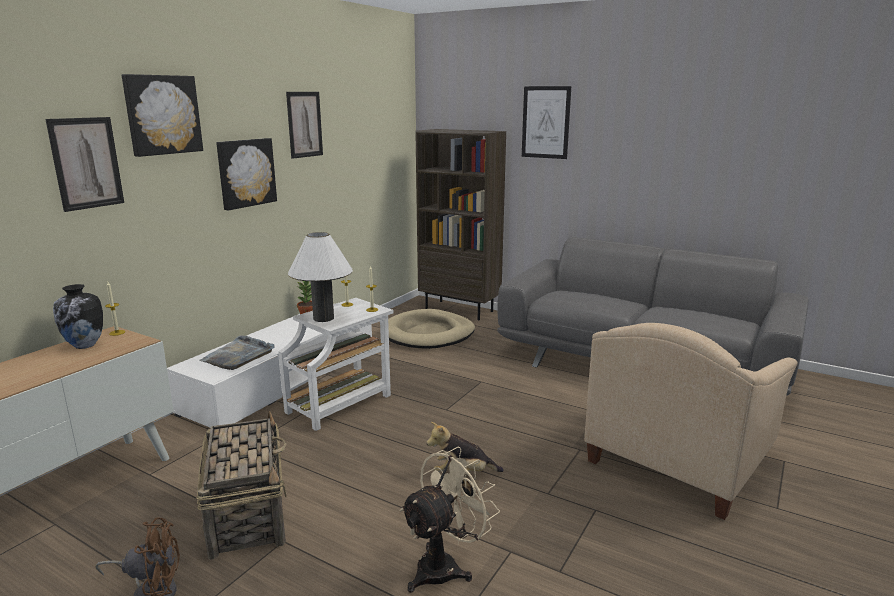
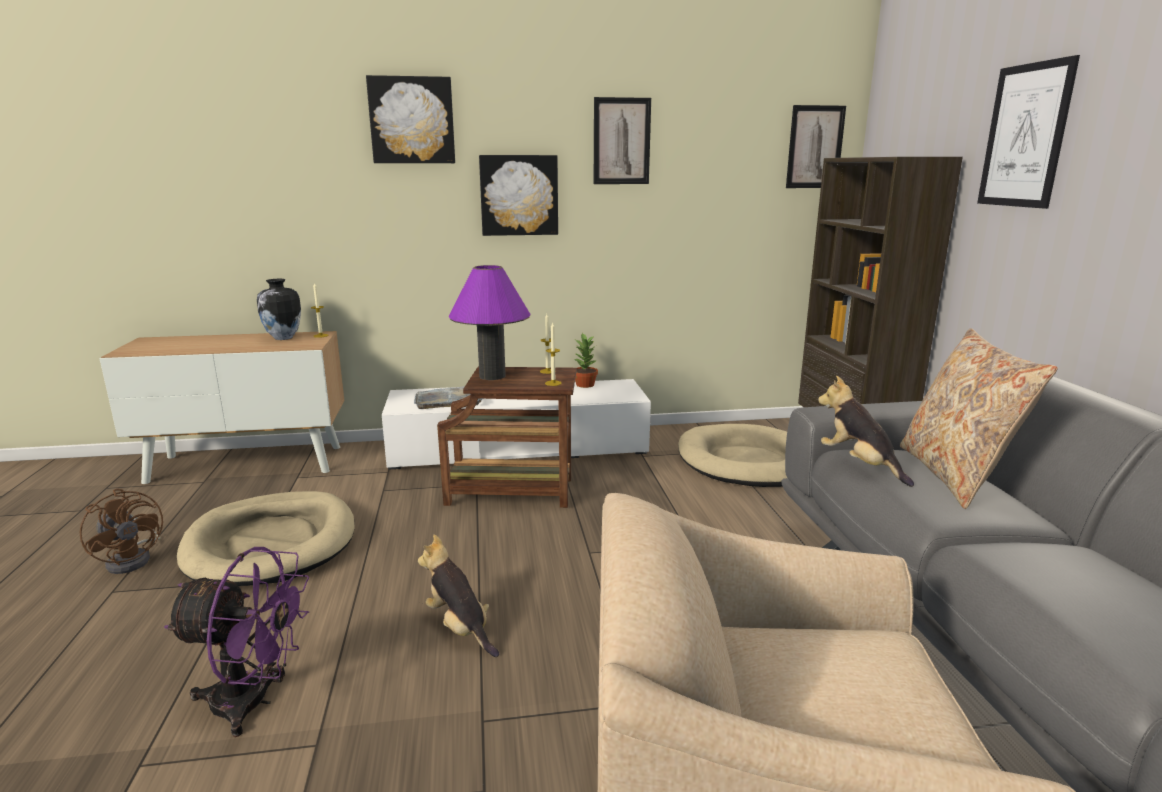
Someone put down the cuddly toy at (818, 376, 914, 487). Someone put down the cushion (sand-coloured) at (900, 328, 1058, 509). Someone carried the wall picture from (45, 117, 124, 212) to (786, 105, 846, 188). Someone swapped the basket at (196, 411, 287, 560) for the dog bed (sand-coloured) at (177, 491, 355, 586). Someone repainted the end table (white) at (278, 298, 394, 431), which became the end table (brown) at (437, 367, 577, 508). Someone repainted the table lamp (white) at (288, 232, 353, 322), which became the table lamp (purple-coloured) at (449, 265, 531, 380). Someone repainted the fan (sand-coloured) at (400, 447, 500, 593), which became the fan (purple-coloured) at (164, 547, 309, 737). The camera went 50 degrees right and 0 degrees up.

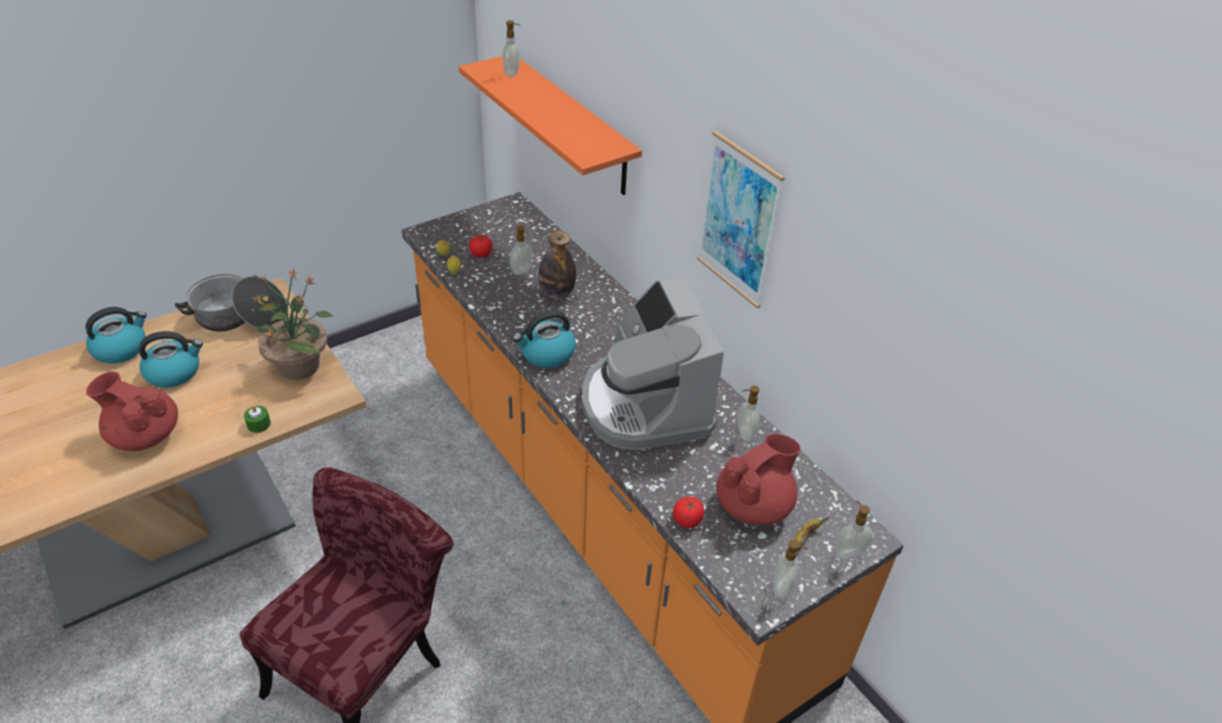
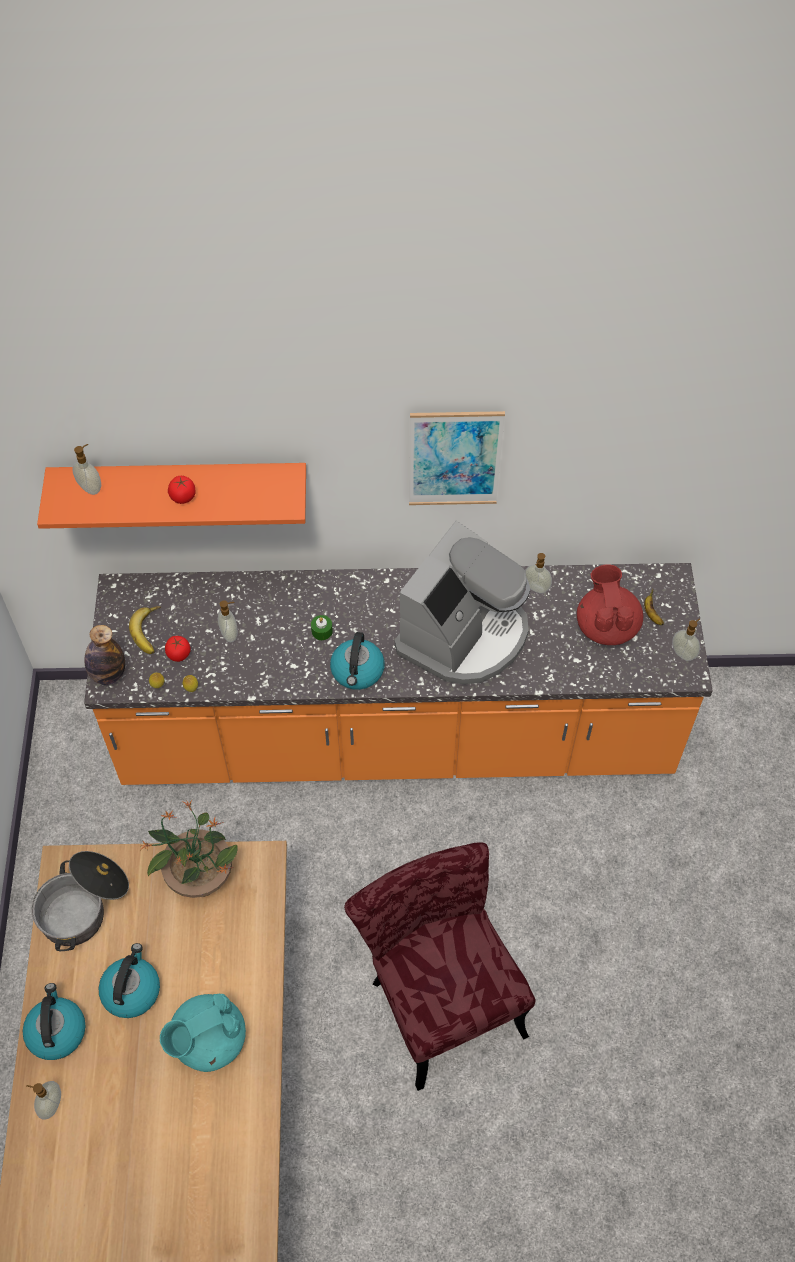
Someone put down the whole banana at (129, 606, 161, 654). Someone carried the wax candle (green-coloured) from (244, 405, 271, 433) to (311, 615, 333, 640). Someone carried the drink bottle from (538, 230, 576, 299) to (84, 625, 125, 685). Someone carried the whole tomato from (673, 497, 704, 528) to (168, 476, 196, 504). Someone carried the liquid soap bottle from (835, 501, 873, 559) to (26, 1081, 61, 1120). Someone repainted the teapot (reddish) at (86, 372, 178, 451), which became the teapot (turquoise-coloured) at (160, 994, 246, 1072). Someone rotated the coffee machine at (582, 279, 724, 450) by 75 degrees counterclockwise. The camera went 55 degrees left and 15 degrees up.

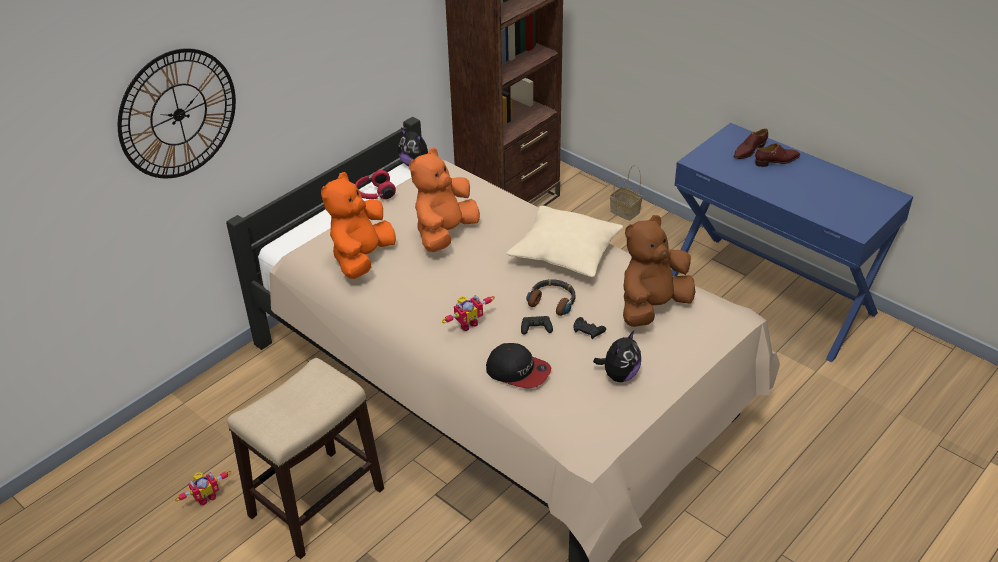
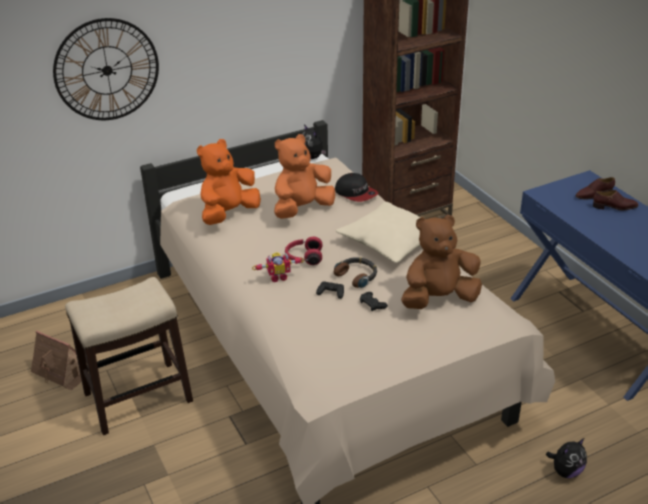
Someone took away the basket at (610, 165, 642, 221). Someone carried the headphones (reddish) from (355, 170, 396, 199) to (285, 237, 323, 265). Someone carried the baseball cap from (486, 343, 551, 389) to (335, 173, 378, 202). Someone carried the cuddly toy from (593, 331, 641, 382) to (546, 438, 587, 478). Someone swapped the robot figure at (175, 471, 232, 505) for the miniature house at (31, 331, 89, 390). The camera went 20 degrees right and 5 degrees down.

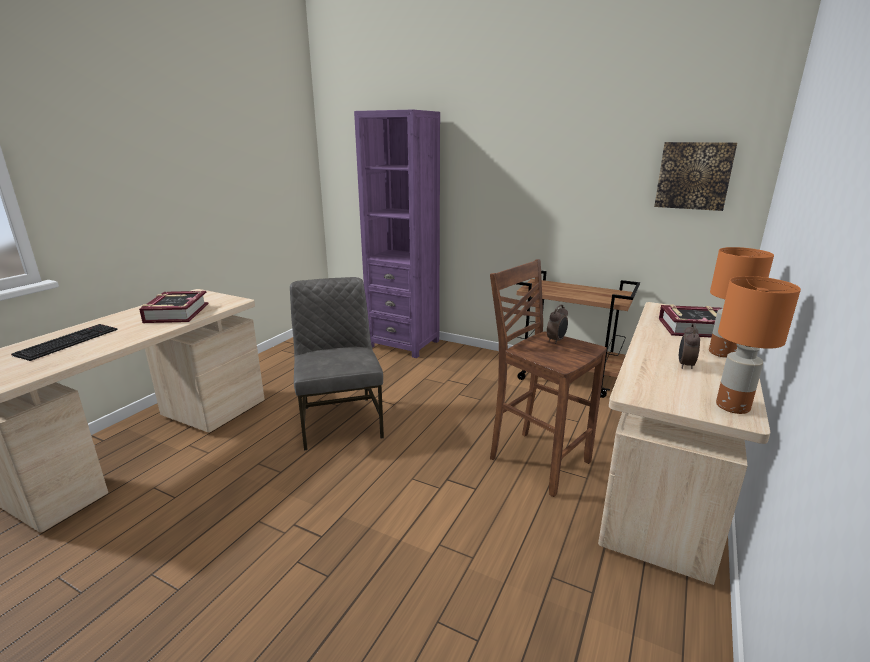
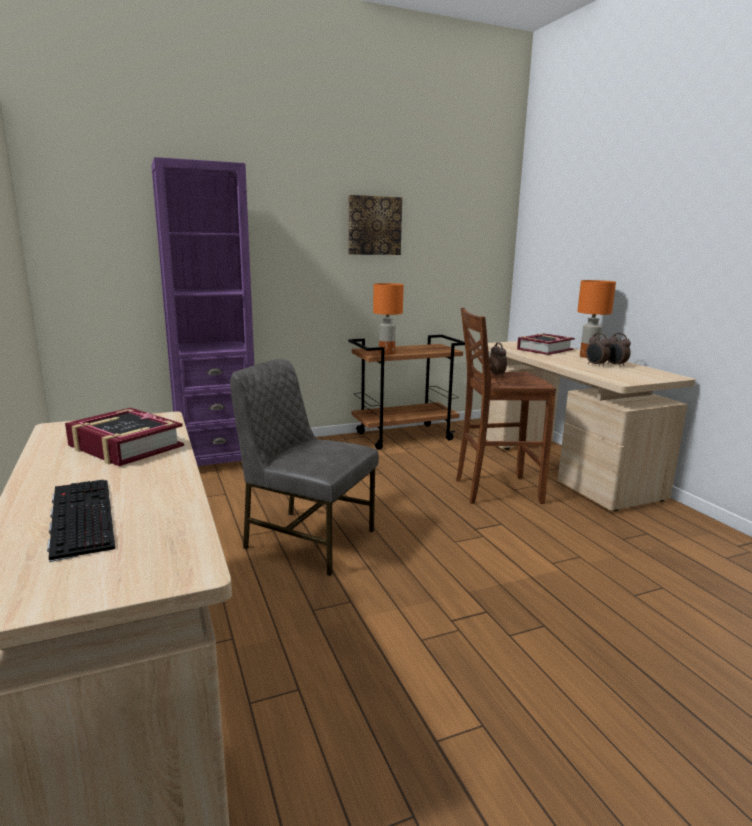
Someone put down the bedside clock at (608, 333, 631, 367). Someone carried the wall picture from (654, 142, 737, 211) to (348, 195, 402, 255). Someone carried the table lamp (orange-coloured) from (716, 276, 801, 414) to (373, 283, 404, 355). The camera went 50 degrees left and 5 degrees down.

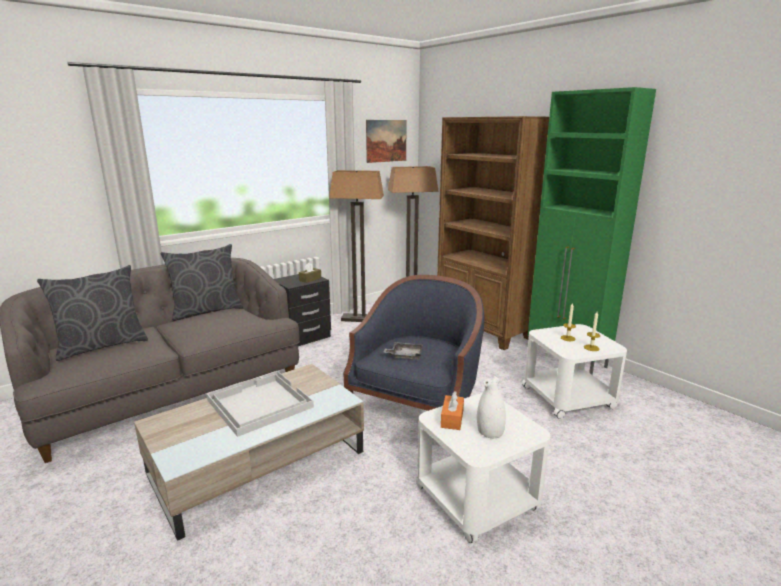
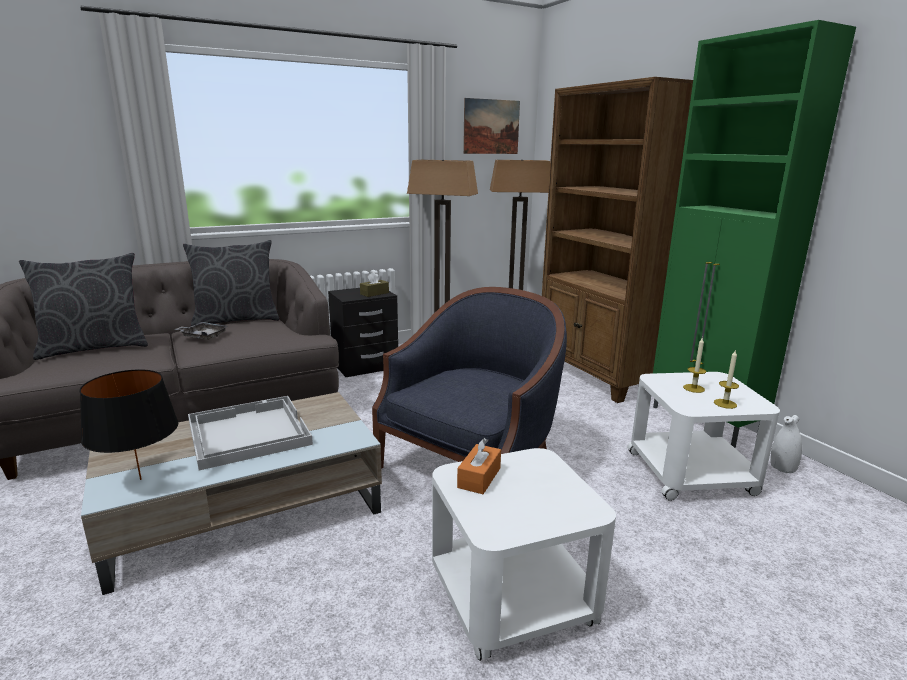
Someone put down the table lamp (black) at (80, 369, 178, 480). Someone carried the carrying tray (grey) from (384, 342, 423, 360) to (175, 322, 228, 340). Someone carried the decorative vase (white) from (477, 376, 506, 438) to (771, 415, 802, 473). The camera went 10 degrees right and 0 degrees up.

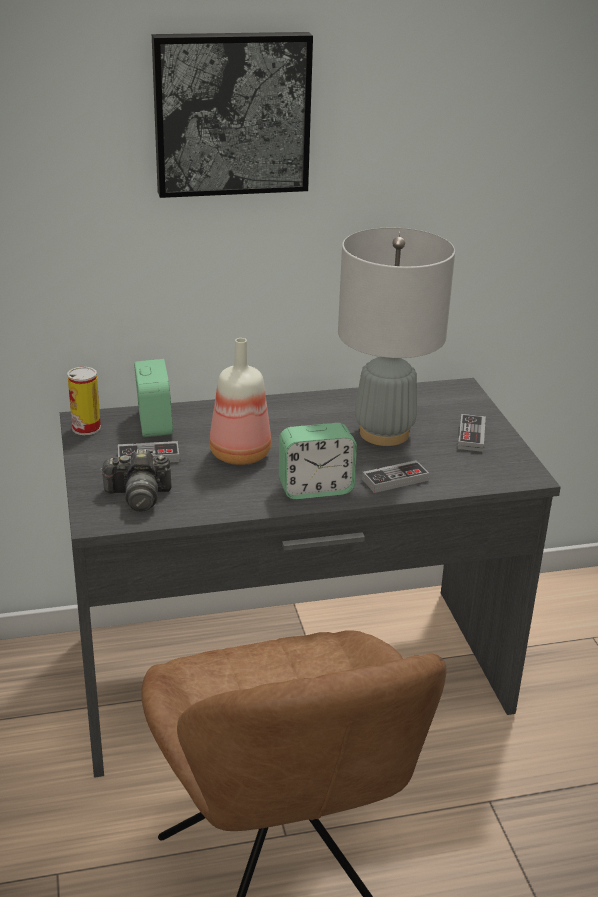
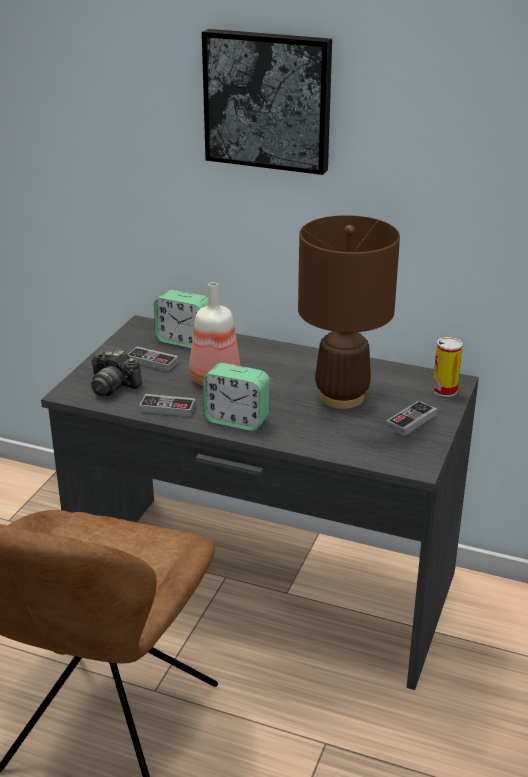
Someone carried the can from (67, 367, 101, 435) to (432, 337, 463, 397). Someone carried the joypad from (362, 460, 429, 493) to (139, 394, 196, 417). Someone repainted the table lamp (grey) at (338, 228, 455, 446), which became the table lamp (brown) at (298, 215, 400, 409). Someone rotated the bedside clock at (134, 359, 173, 437) by 90 degrees clockwise. The camera went 35 degrees right and 0 degrees up.

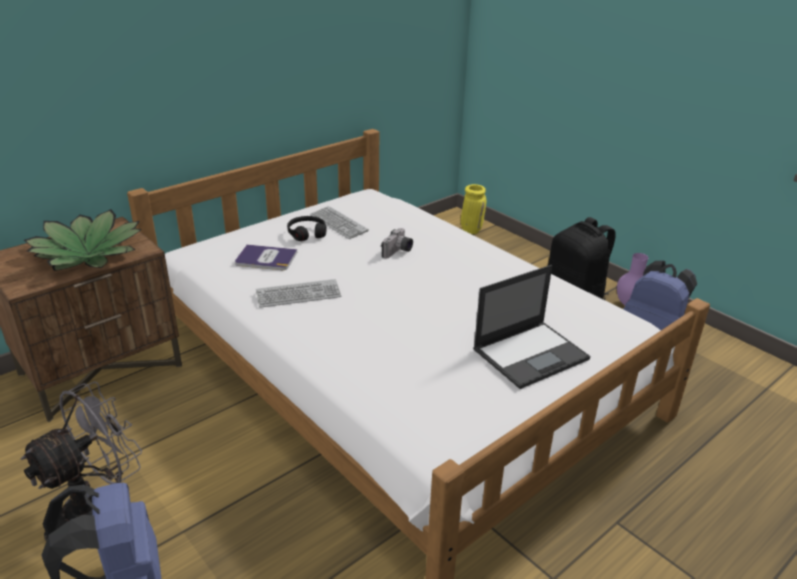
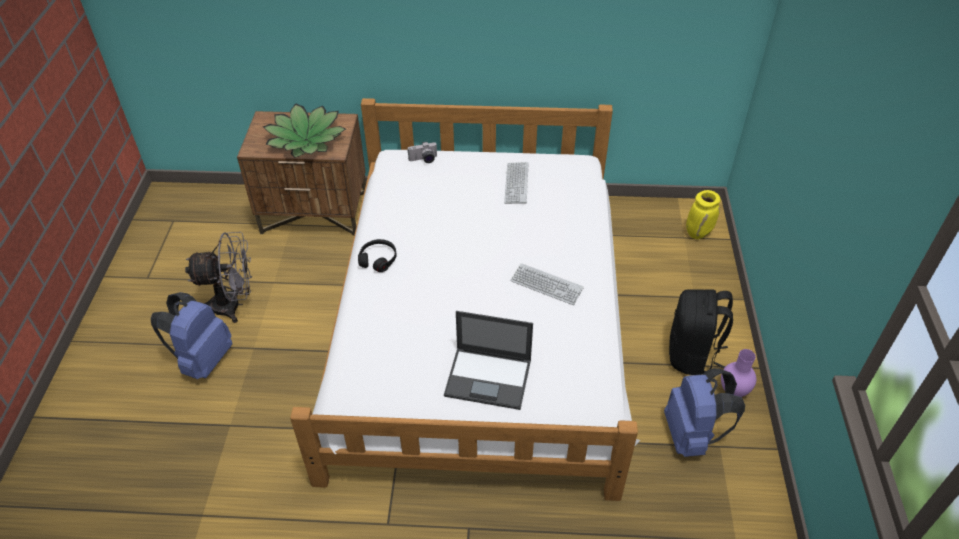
Someone took away the volume at (235, 245, 297, 270). Someone carried the computer keyboard from (256, 279, 341, 308) to (510, 263, 584, 305). Someone carried the headphones (black) from (287, 216, 327, 241) to (358, 239, 397, 272). Someone carried the still camera from (381, 228, 413, 259) to (408, 142, 437, 163). The camera went 45 degrees right and 15 degrees up.

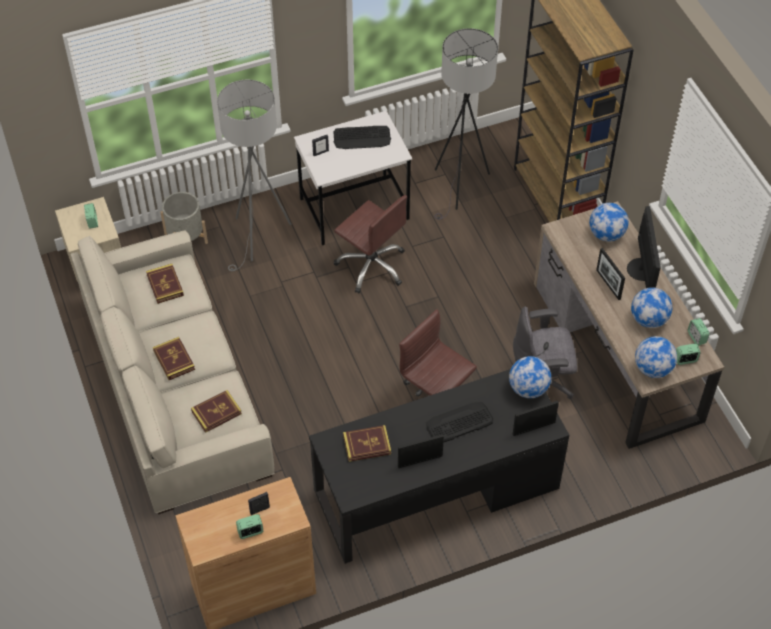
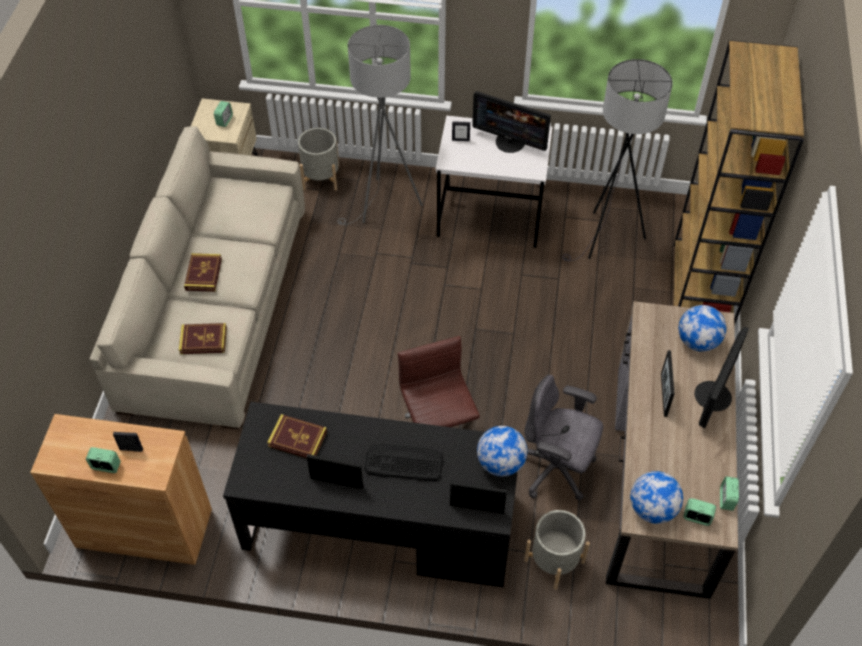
Someone took away the volume at (146, 264, 184, 304). Someone took away the desk chair (brown) at (334, 195, 407, 293). Someone took away the world globe at (631, 287, 672, 328). Someone put down the plant pot (grey) at (524, 510, 590, 590). Someone swapped the computer keyboard at (333, 126, 391, 149) for the computer screen at (472, 91, 551, 153). The camera went 30 degrees right and 0 degrees up.

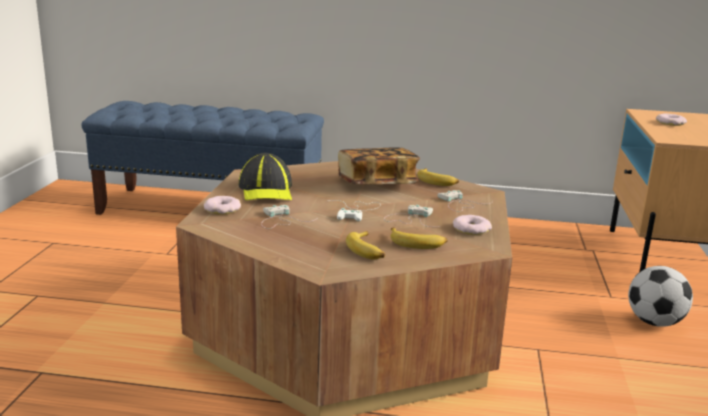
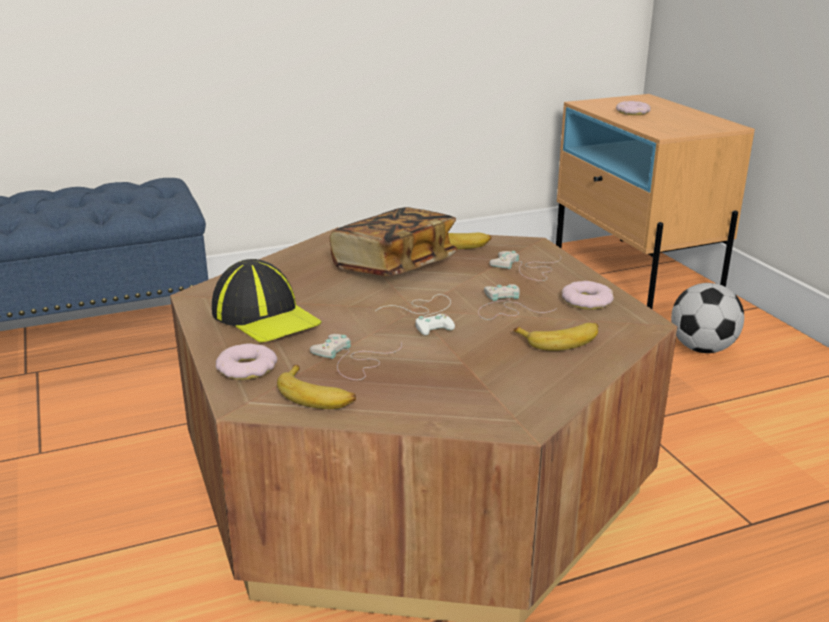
Someone carried the whole banana from (346, 231, 385, 259) to (277, 365, 356, 409). The camera went 30 degrees left and 5 degrees up.

